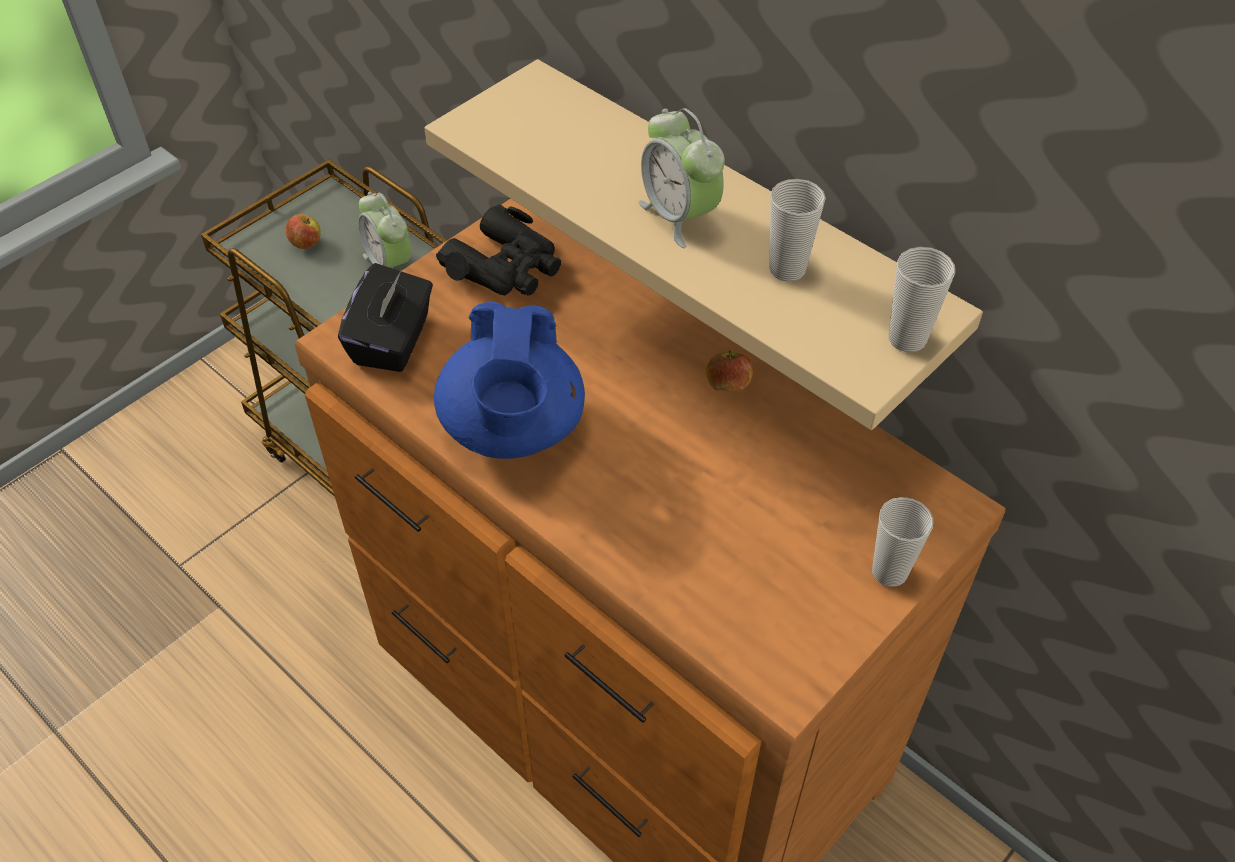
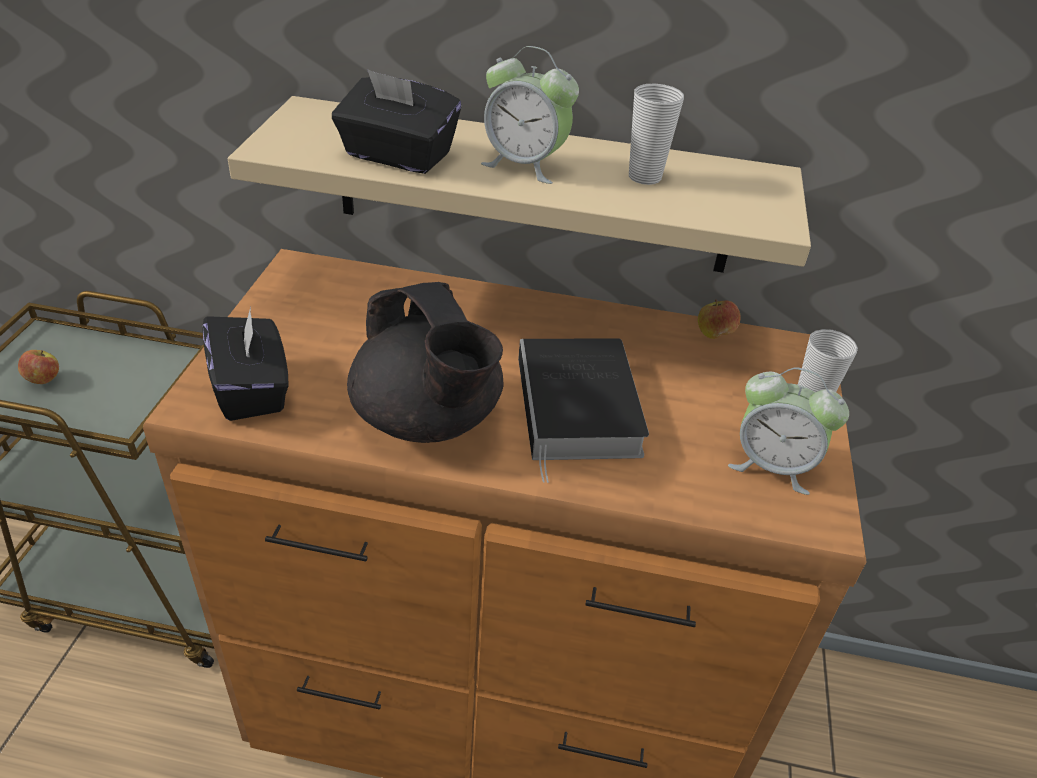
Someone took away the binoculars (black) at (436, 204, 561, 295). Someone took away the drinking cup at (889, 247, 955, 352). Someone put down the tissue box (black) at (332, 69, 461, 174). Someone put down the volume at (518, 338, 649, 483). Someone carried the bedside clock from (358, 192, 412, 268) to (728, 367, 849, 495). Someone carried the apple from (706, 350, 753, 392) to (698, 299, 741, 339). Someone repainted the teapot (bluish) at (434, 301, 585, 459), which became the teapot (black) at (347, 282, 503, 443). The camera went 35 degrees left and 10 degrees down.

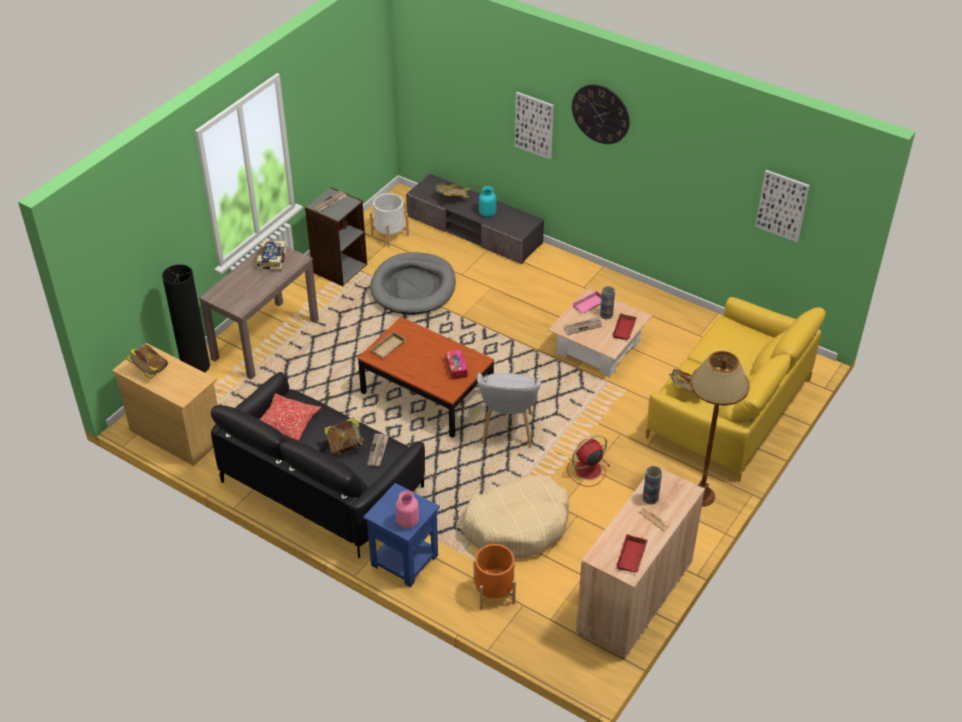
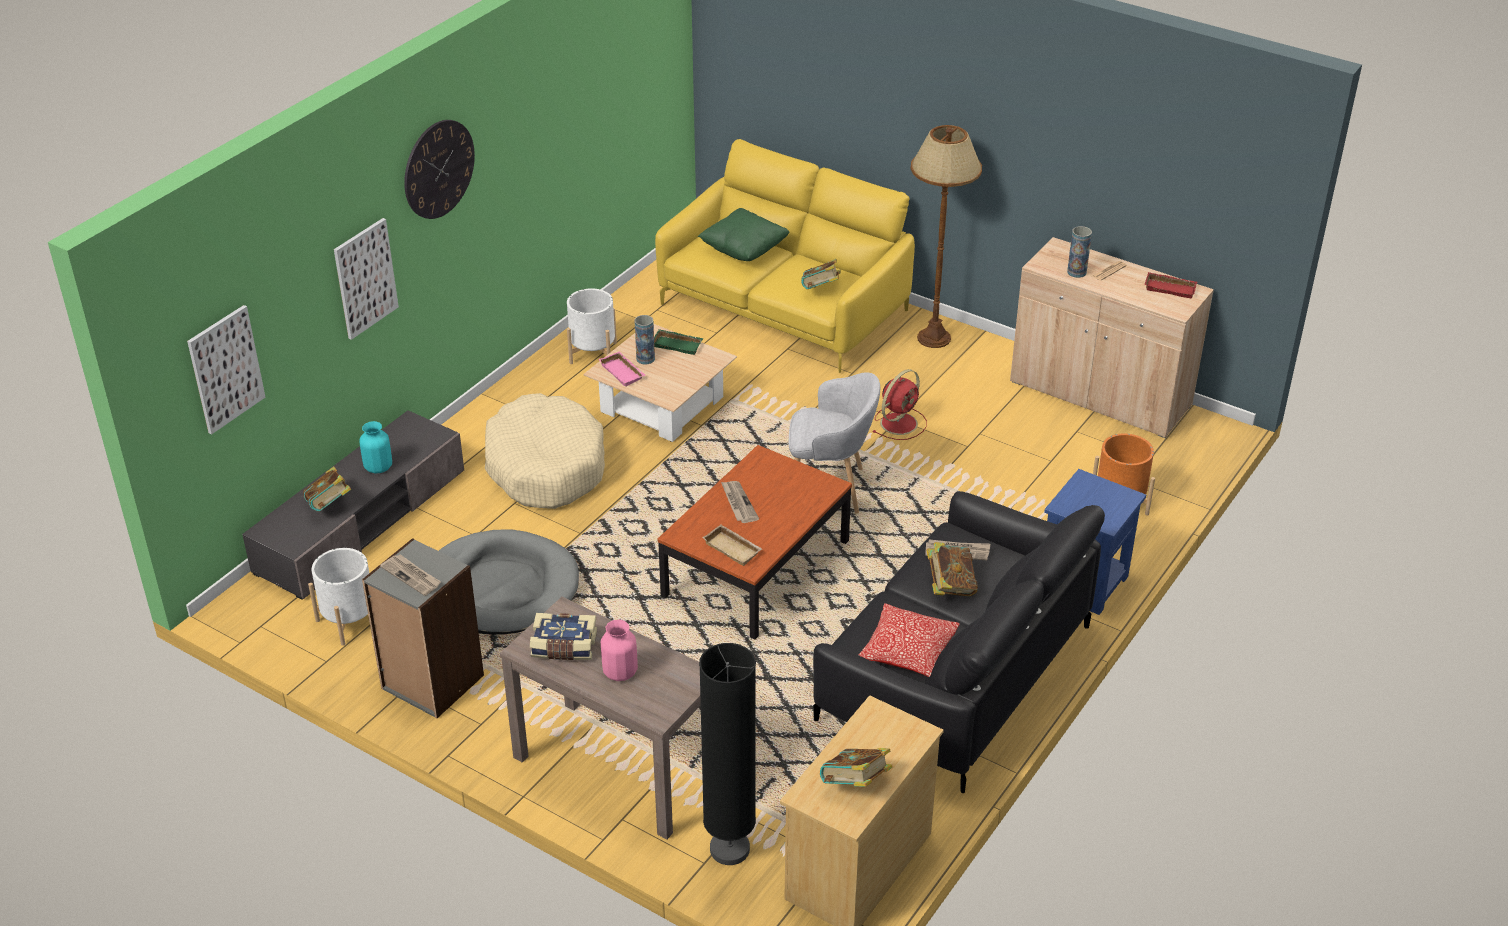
Someone took away the tissue box at (445, 350, 467, 380). Someone put down the plant pot (white) at (567, 288, 617, 364). Someone put down the cushion (green-coloured) at (697, 208, 790, 261). Someone carried the decorative vase (pinkish) from (396, 490, 419, 528) to (601, 619, 638, 681). Someone carried the dog bed (sand-coloured) from (463, 476, 569, 558) to (485, 393, 605, 509). Someone carried the daily paper from (564, 317, 602, 335) to (721, 481, 759, 523). Someone carried the wall picture from (755, 170, 810, 242) to (187, 305, 265, 434). Someone repainted the carrying tray (reddish) at (613, 313, 637, 340), which became the carrying tray (green-coloured) at (654, 329, 703, 355). Someone rotated the fan (reddish) at (567, 435, 610, 487) by 105 degrees counterclockwise. The camera went 90 degrees left and 5 degrees down.

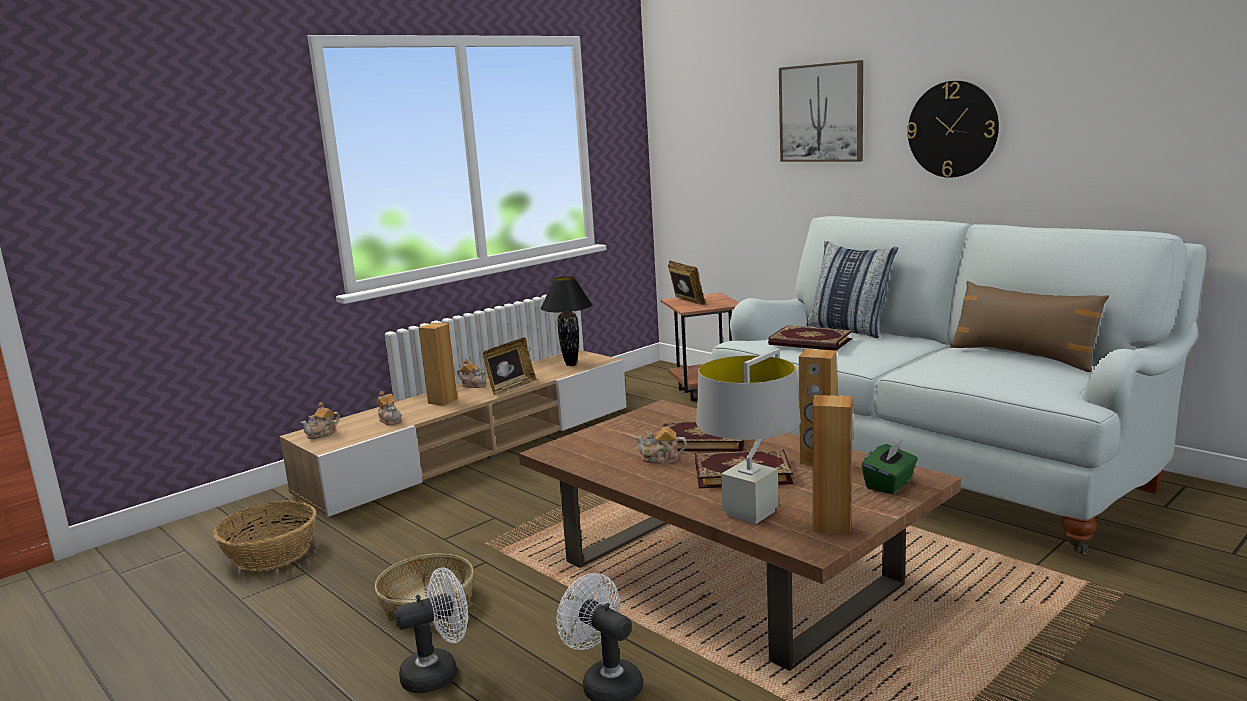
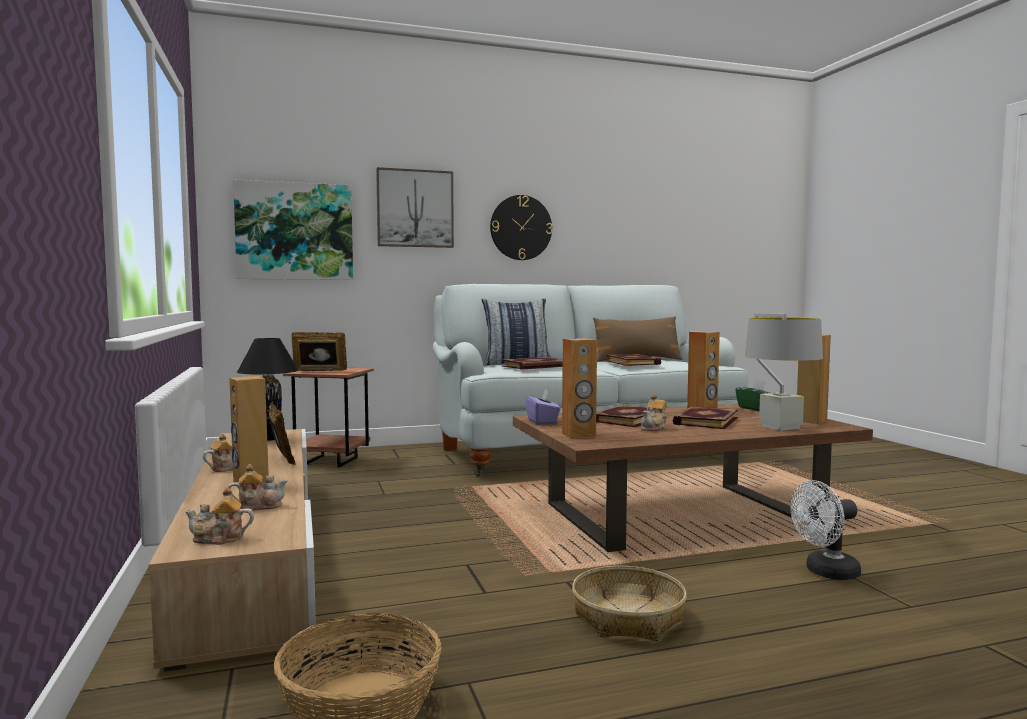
Someone took away the fan (white) at (394, 567, 468, 693). Someone put up the wall picture at (233, 179, 353, 280). Someone put down the tissue box (purple-coloured) at (525, 389, 560, 425). Someone put down the speaker (brown) at (562, 338, 597, 438). Someone put down the volume at (605, 354, 661, 366). Someone rotated the teapot at (300, 402, 340, 439) by 105 degrees clockwise. The camera went 65 degrees left and 10 degrees down.

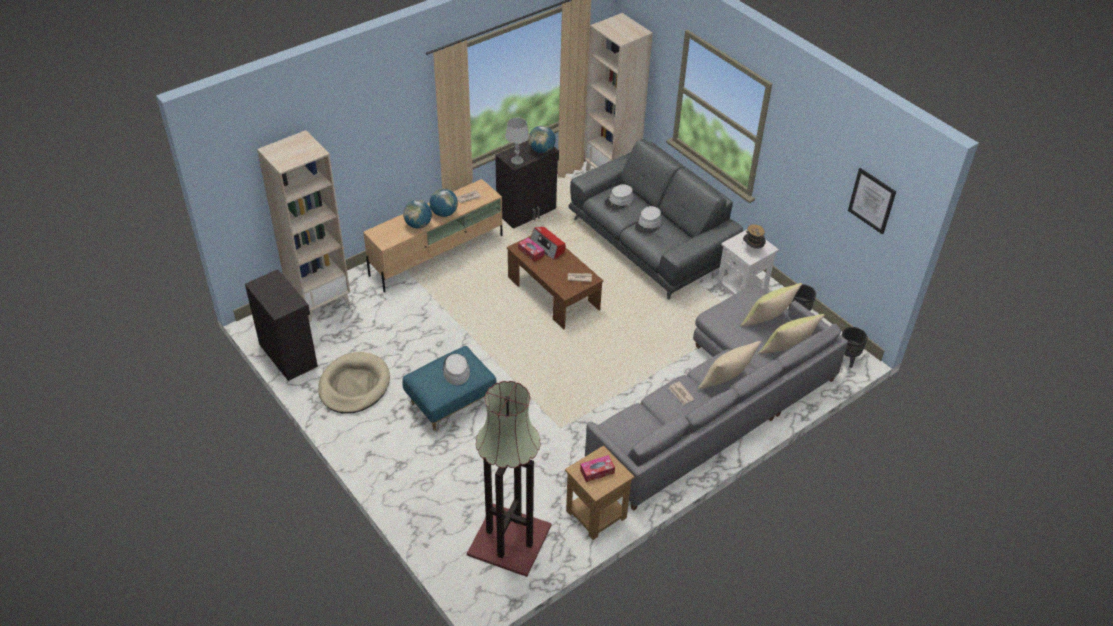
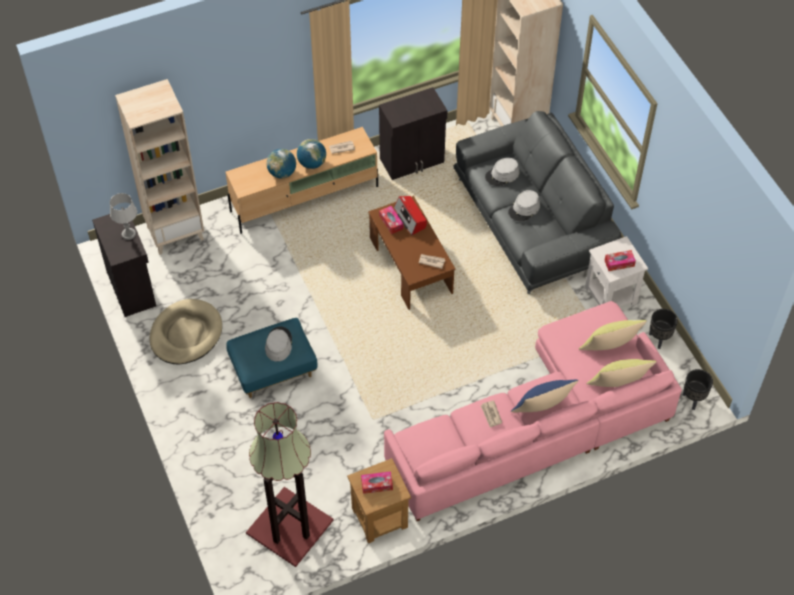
Someone took away the world globe at (528, 126, 556, 153). Someone took away the wall picture at (848, 168, 896, 234). Someone carried the table lamp (grey) from (505, 118, 529, 165) to (110, 193, 137, 240). Someone swapped the wearable hat at (743, 224, 766, 249) for the tissue box at (604, 250, 636, 271). Someone repainted the sofa (grey) at (585, 285, 848, 511), which became the sofa (pinkish) at (384, 301, 682, 521). Someone repainted the cushion (sand-coloured) at (698, 341, 761, 389), which became the cushion (bluish) at (511, 380, 578, 413). The camera went 15 degrees right and 10 degrees up.

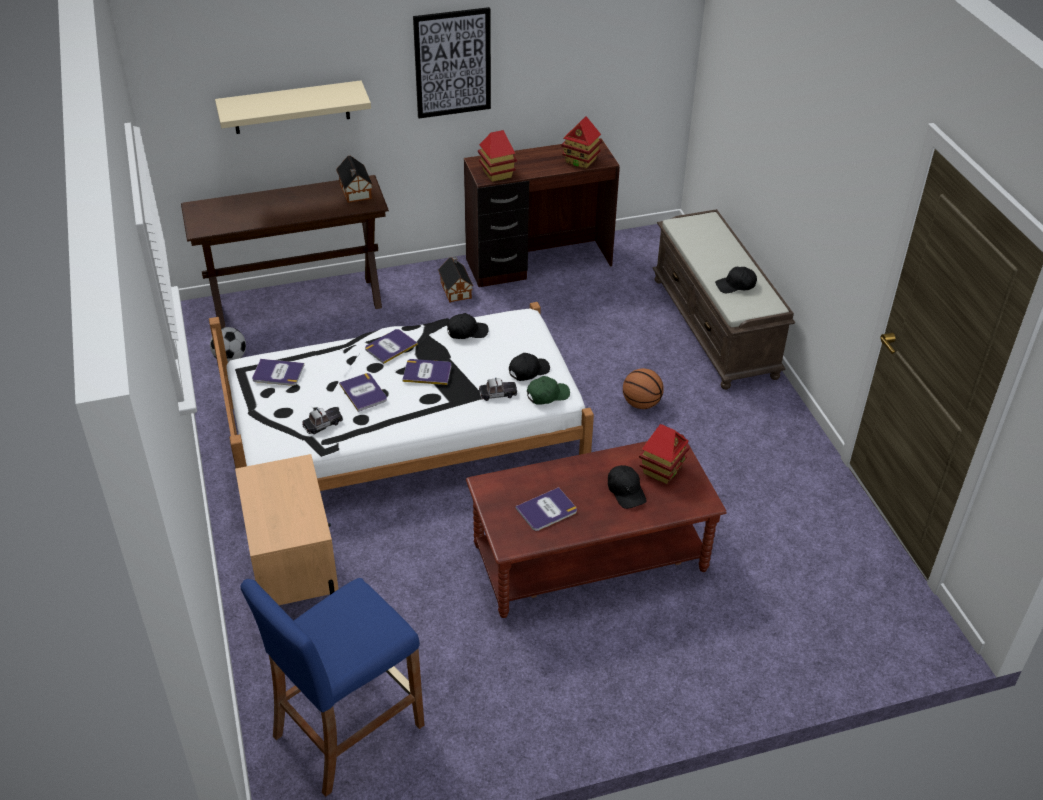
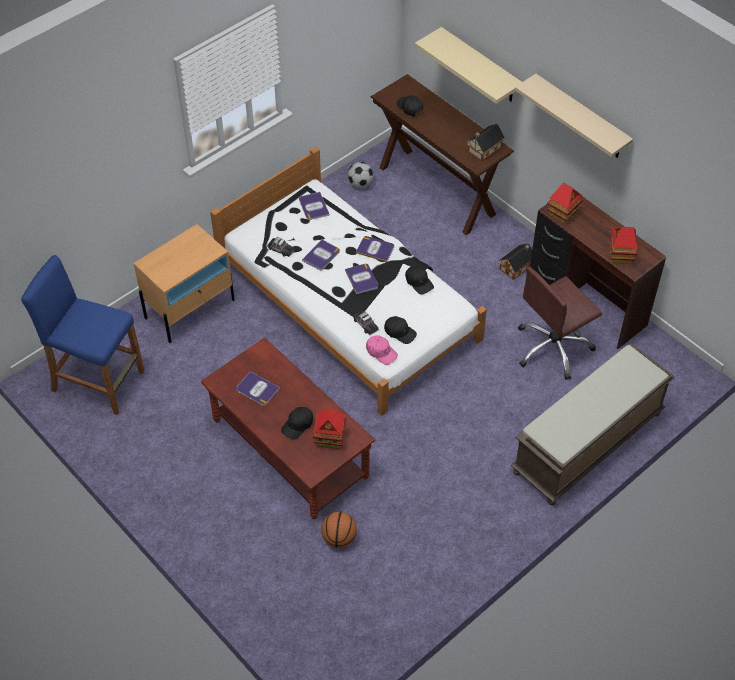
Someone put down the desk chair (brown) at (518, 267, 602, 380). Someone carried the basketball from (623, 368, 664, 409) to (321, 511, 357, 548). Someone carried the baseball cap (black) from (715, 267, 757, 293) to (397, 95, 423, 117). Someone swapped the wall picture at (413, 7, 491, 118) for the shelf (sand-coloured) at (515, 74, 633, 158). Someone repainted the baseball cap (green-coloured) at (527, 376, 570, 404), which became the baseball cap (pinkish) at (366, 336, 398, 365). The camera went 65 degrees right and 10 degrees up.

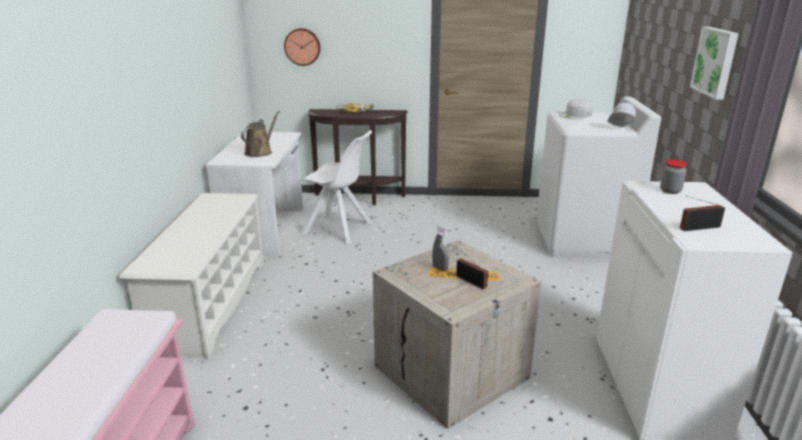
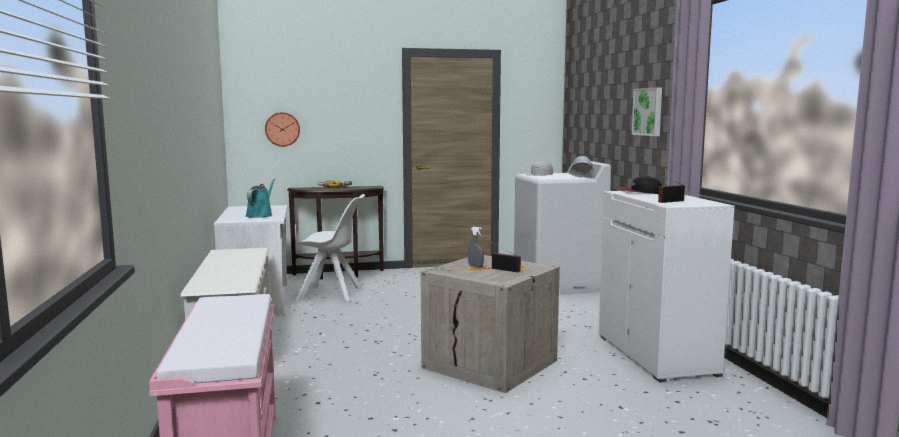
Someone swapped the storage jar at (660, 160, 687, 194) for the baseball cap at (619, 176, 662, 194). Someone repainted the watering can (brown) at (241, 111, 280, 157), which became the watering can (turquoise-coloured) at (246, 179, 276, 218). The camera went 15 degrees left and 15 degrees down.

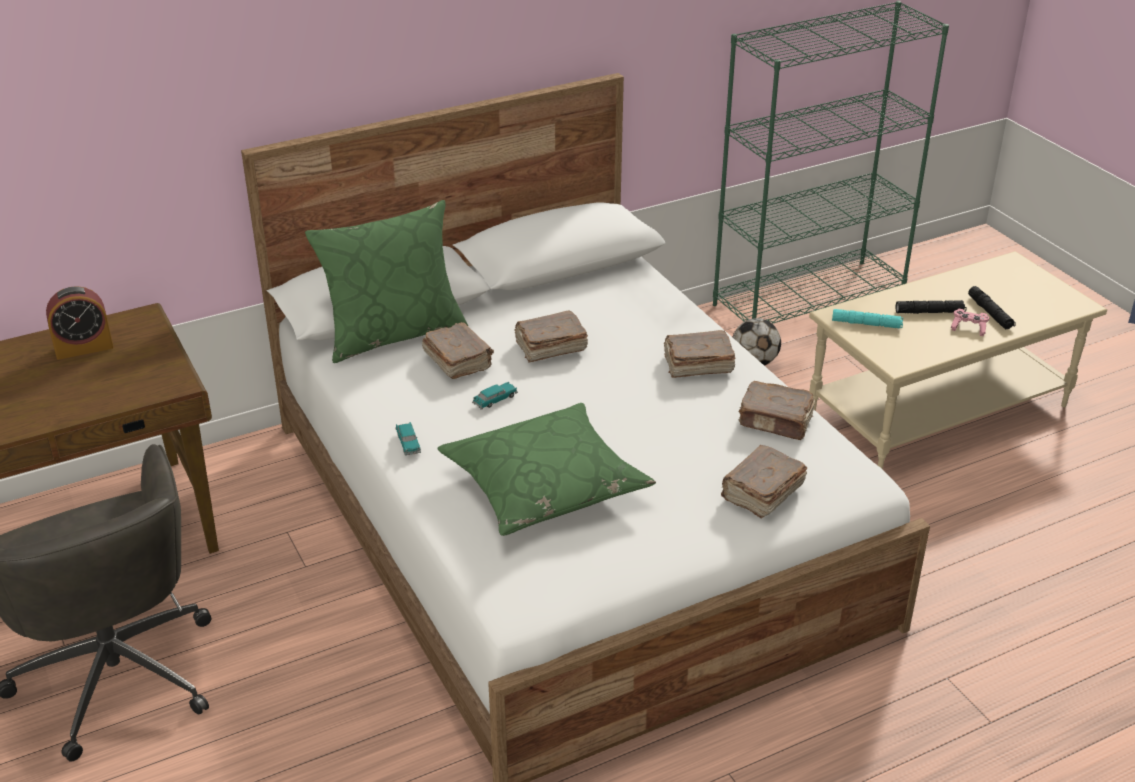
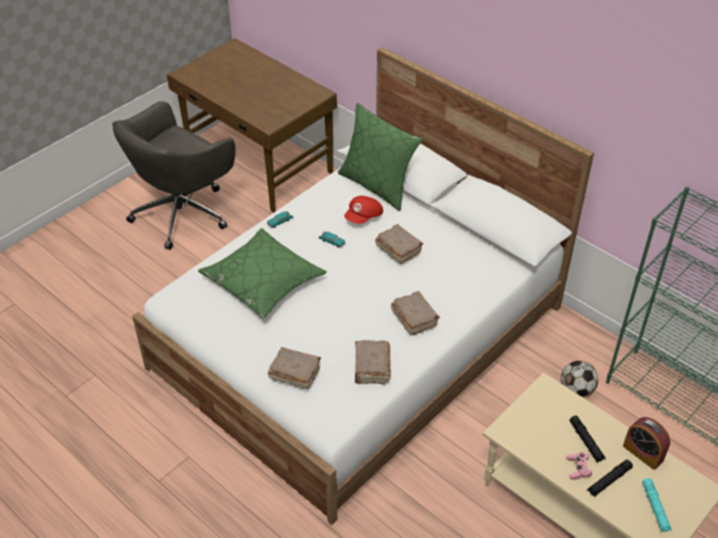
Someone carried the bedside clock from (46, 286, 114, 360) to (623, 417, 670, 470). Someone carried the flashlight (turquoise-coloured) from (832, 309, 903, 328) to (642, 478, 672, 532). Someone swapped the volume (brown) at (422, 322, 494, 379) for the baseball cap (reddish) at (344, 196, 383, 224). The camera went 70 degrees right and 10 degrees up.

